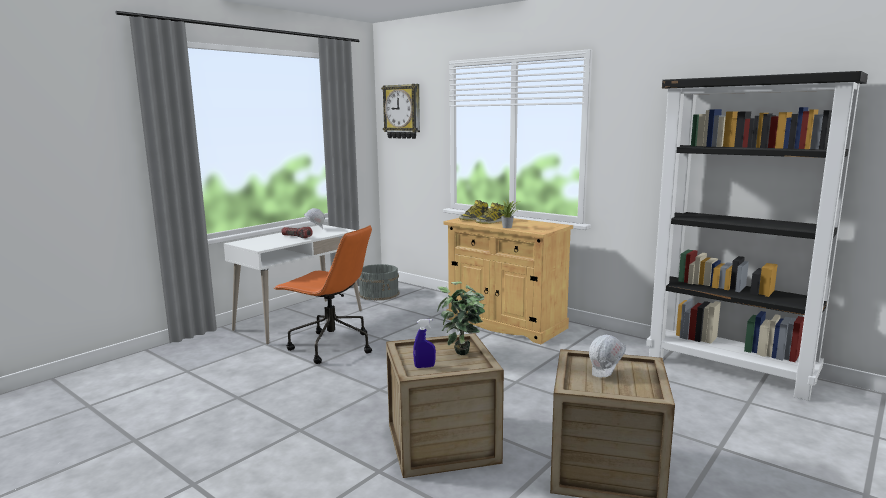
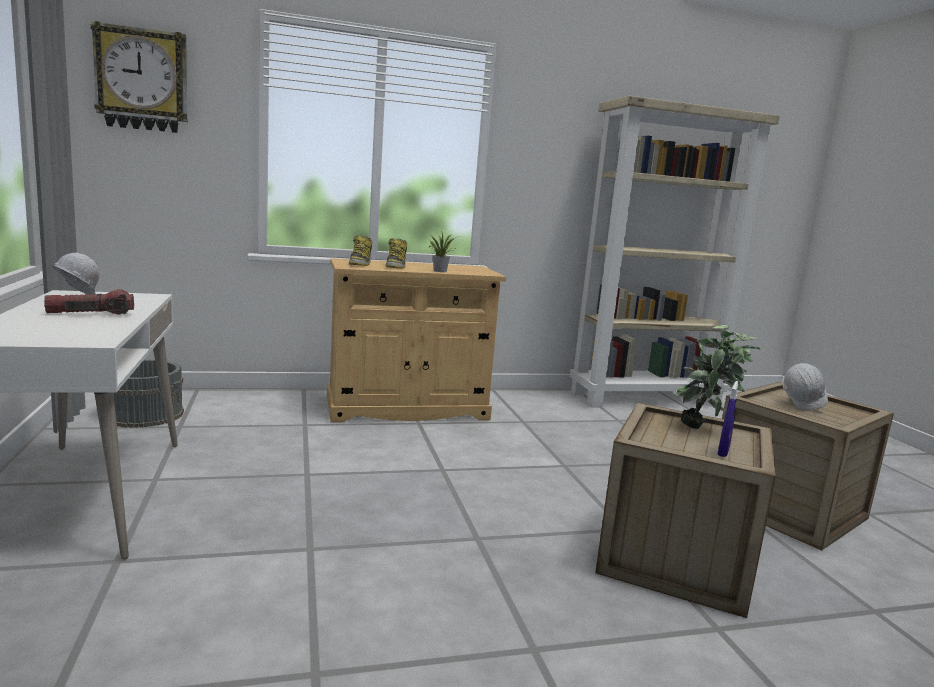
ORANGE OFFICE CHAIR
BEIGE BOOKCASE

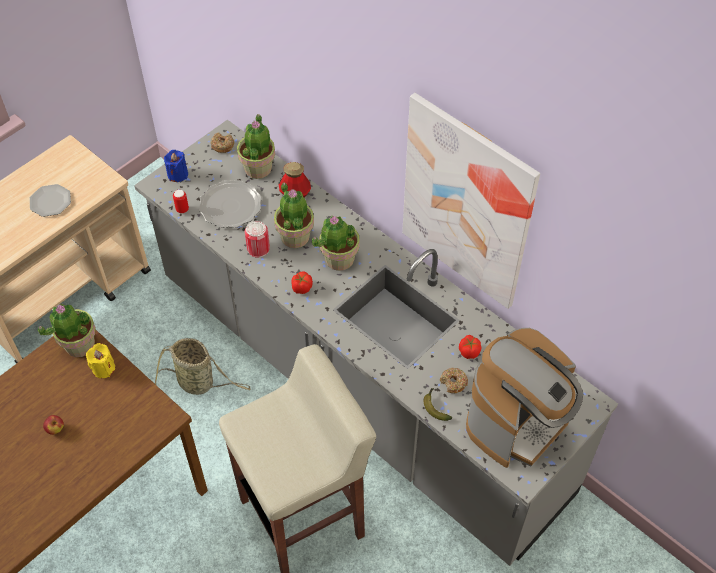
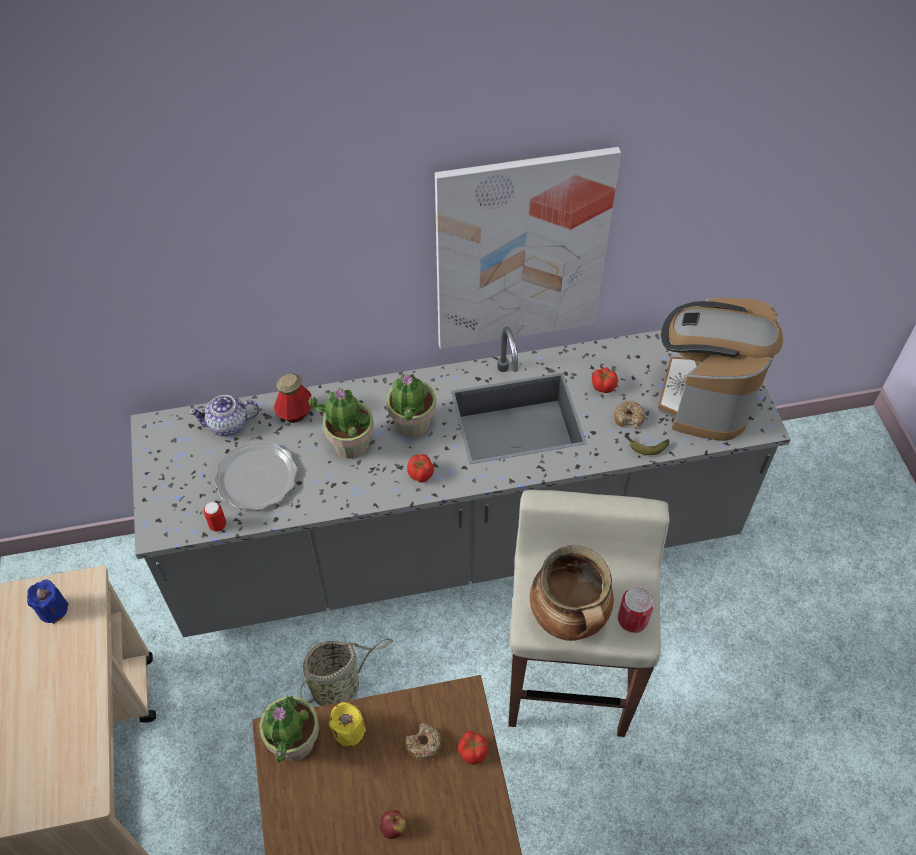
PLATE (1st from left in the first image)
BLUE CANDLE
DONUT (1st from left)
TEAPOT
CAN (2nd from left)
COFFEE MACHINE
TOMATO (2nd from left)
COOKING POT

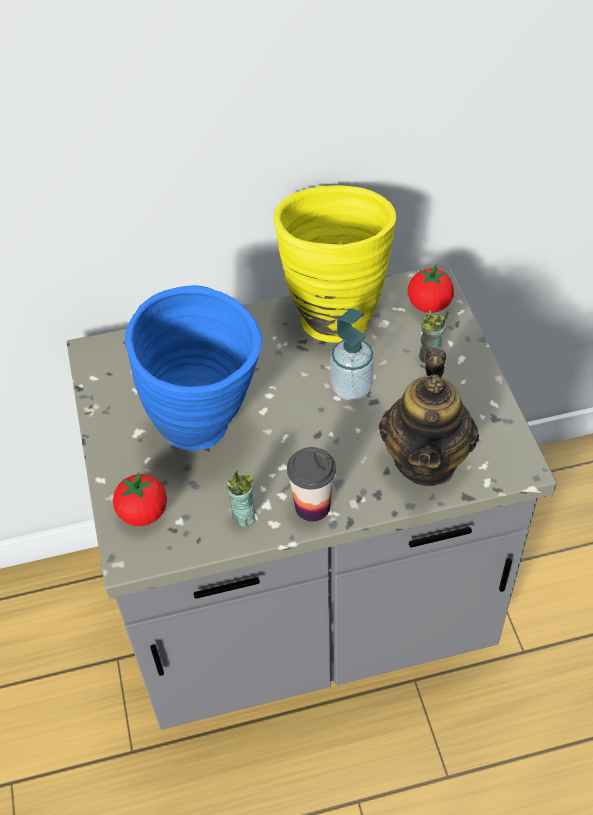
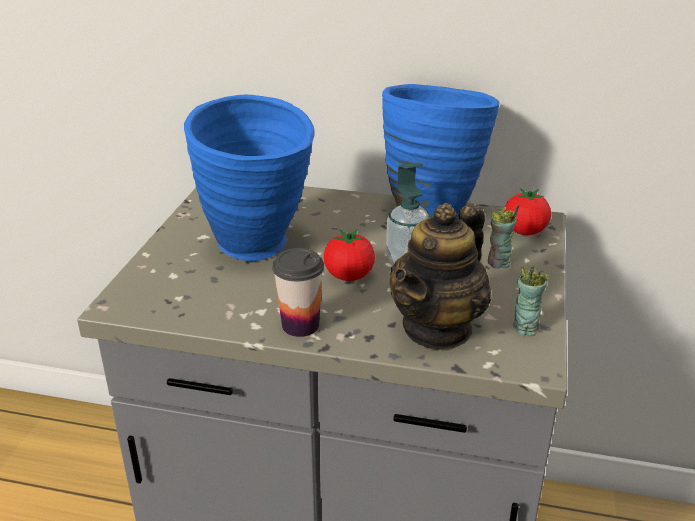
TOMATO (1st from left)
CUP (3rd from left)
BLUE VASE (2nd from left)

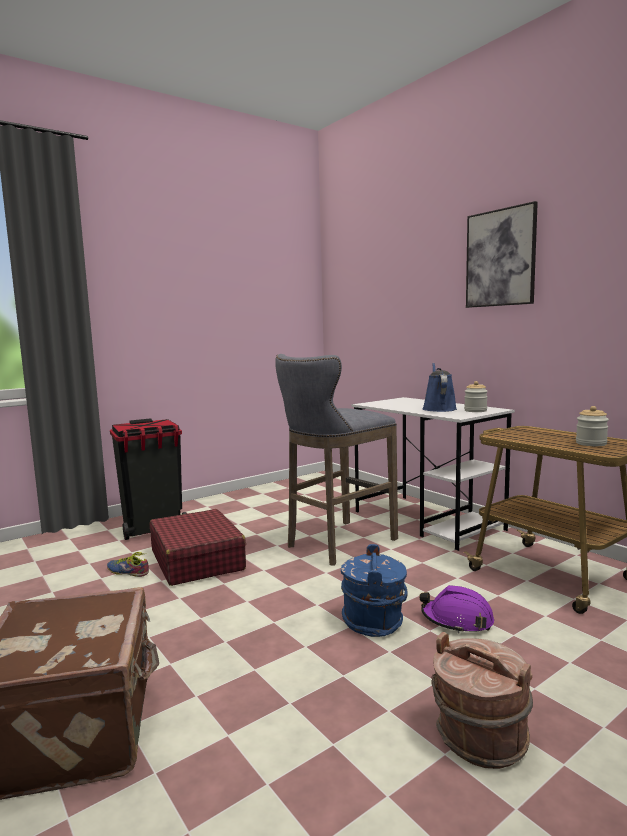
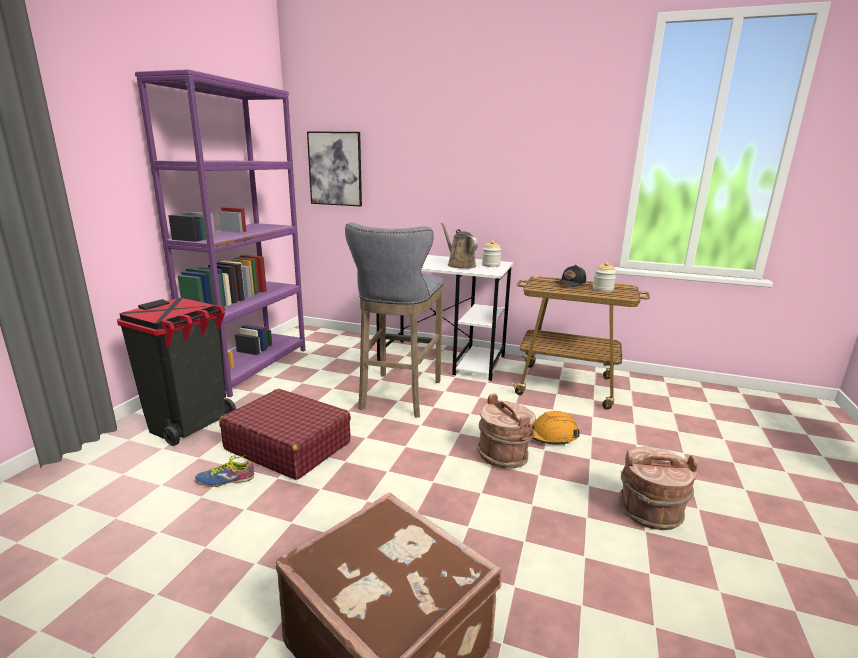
BROWN BUCKET (1st from left)
ORANGE HARD HAT
BROWN WATERING CAN
PICTURE
PURPLE BOOKCASE
BLACK CAP

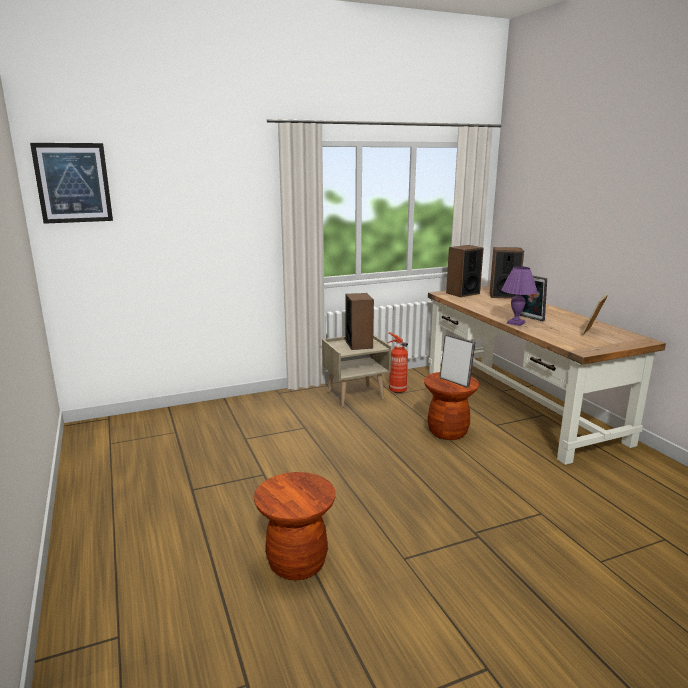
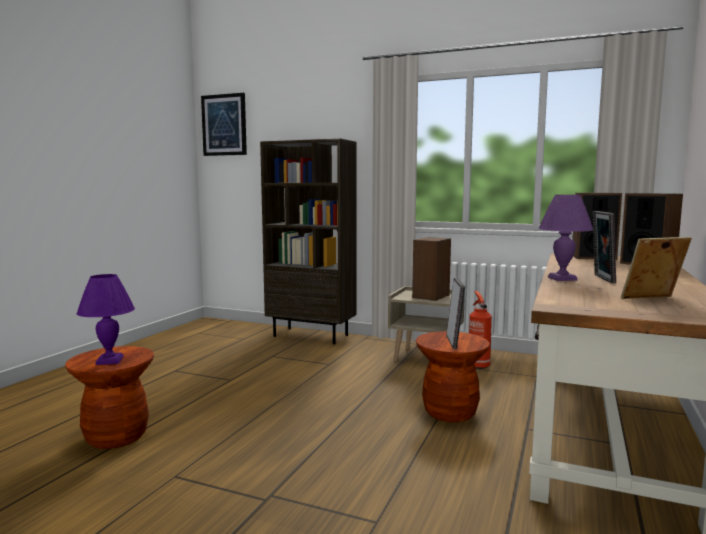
PURPLE TABLE LAMP (1st from left)
BROWN BOOKCASE

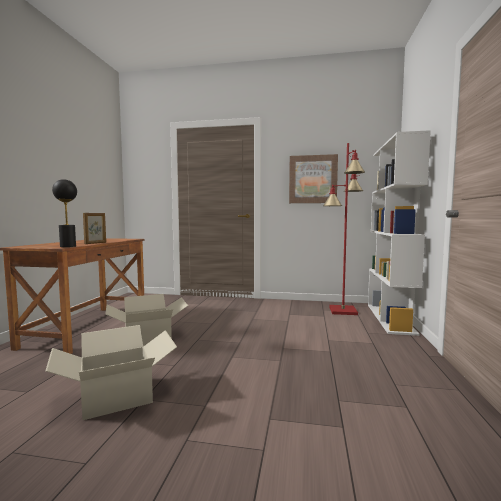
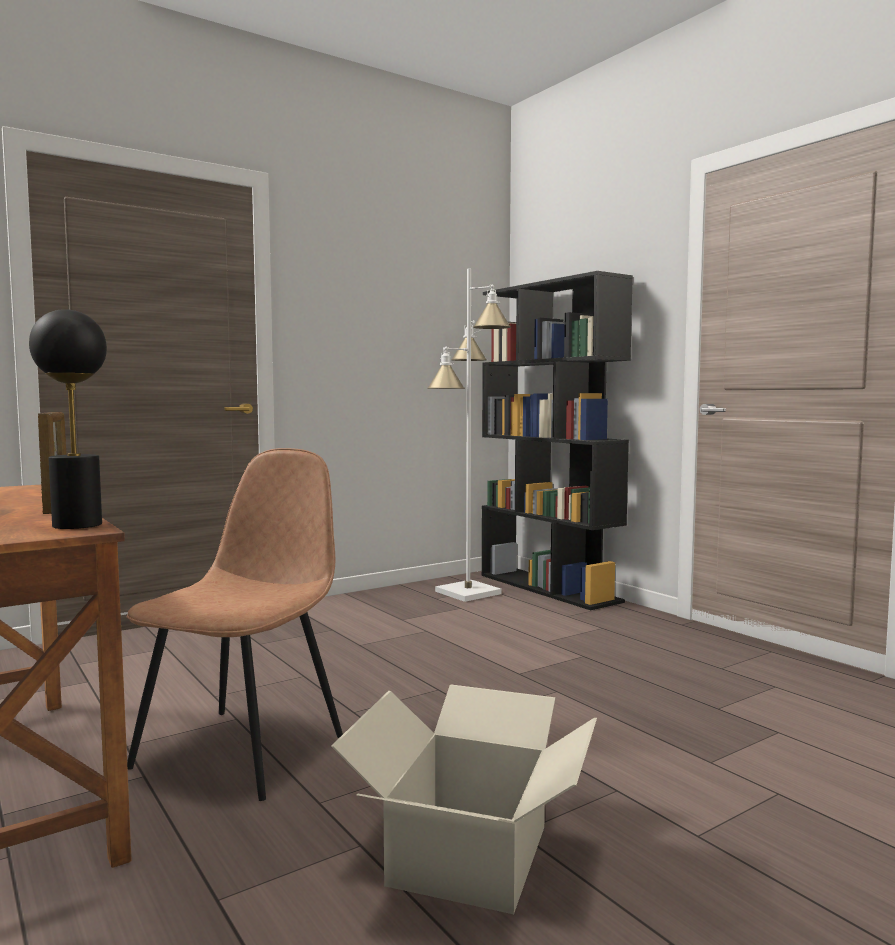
BROWN CHAIR
PICTURE
WHITE FLOOR LAMP
BLACK BOOKCASE

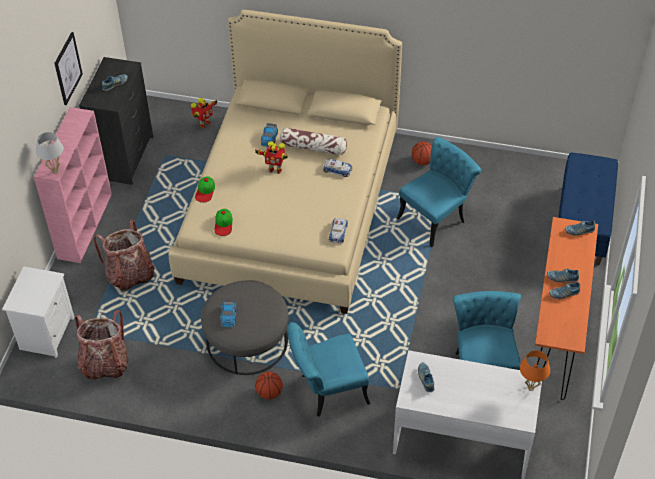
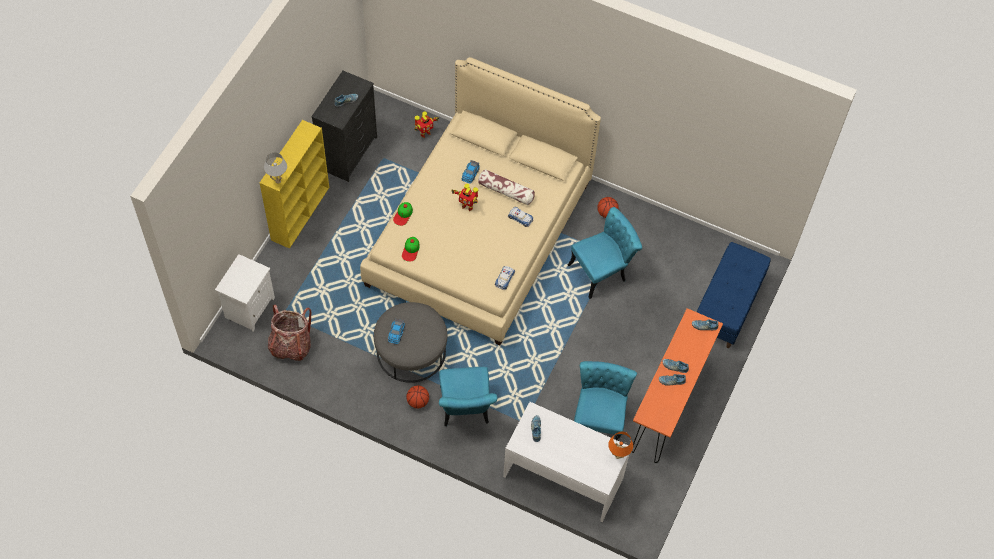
YELLOW BOOKCASE
PICTURE
BACKPACK (2nd from left in the first image)
TURQUOISE CHAIR (1st from left)

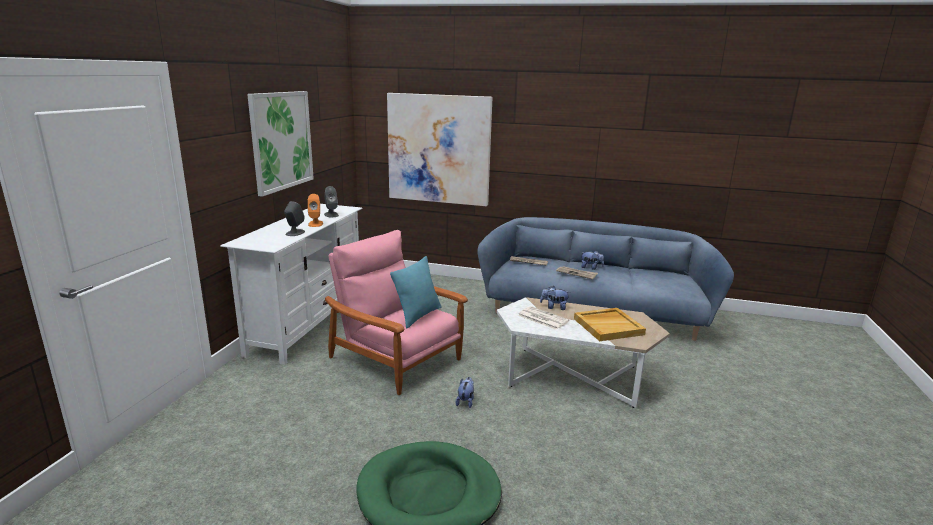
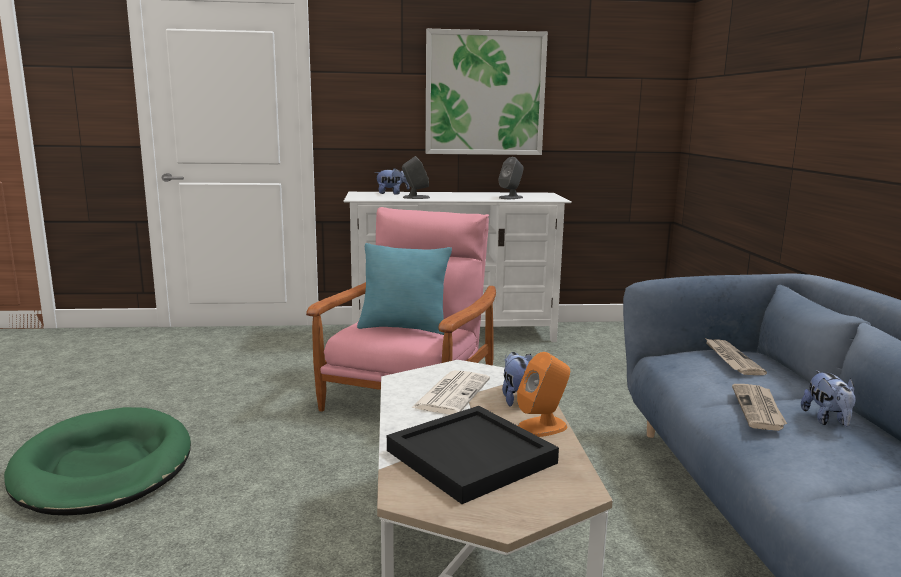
ORANGE SPEAKER
PICTURE (2nd from left in the first image)
PLUSH TOY (1st from left)
BLACK TRAY

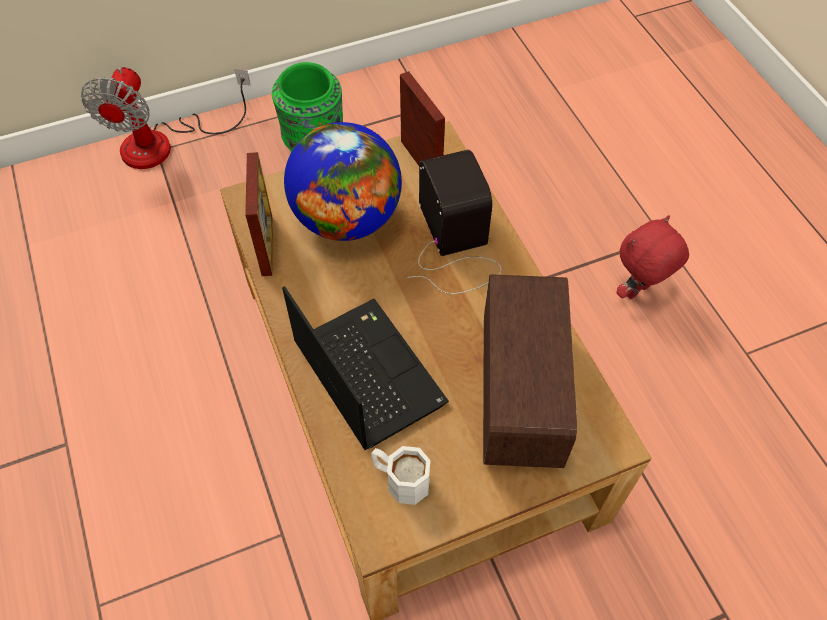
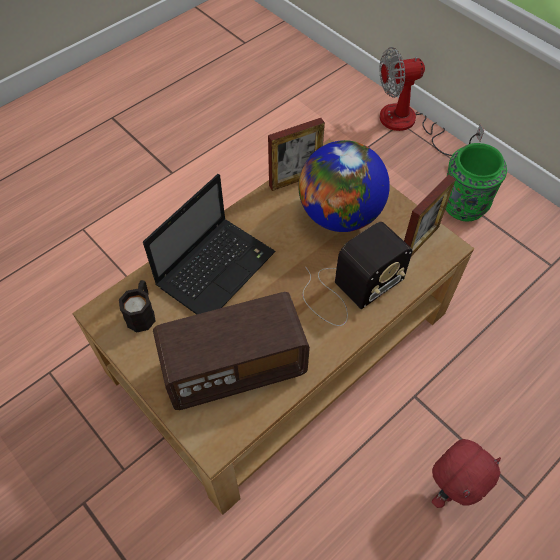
BLACK MUG
RED PLUSH TOY

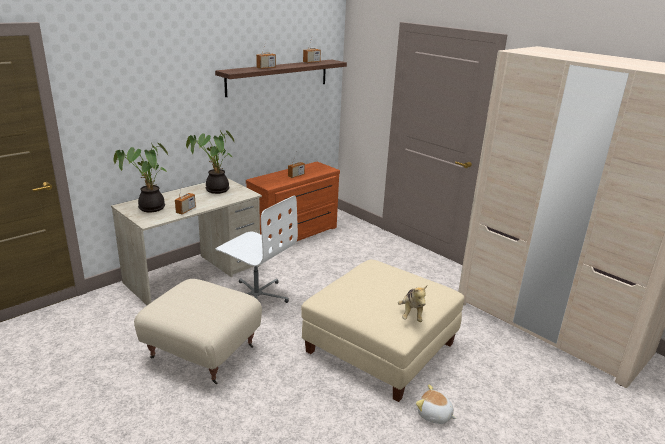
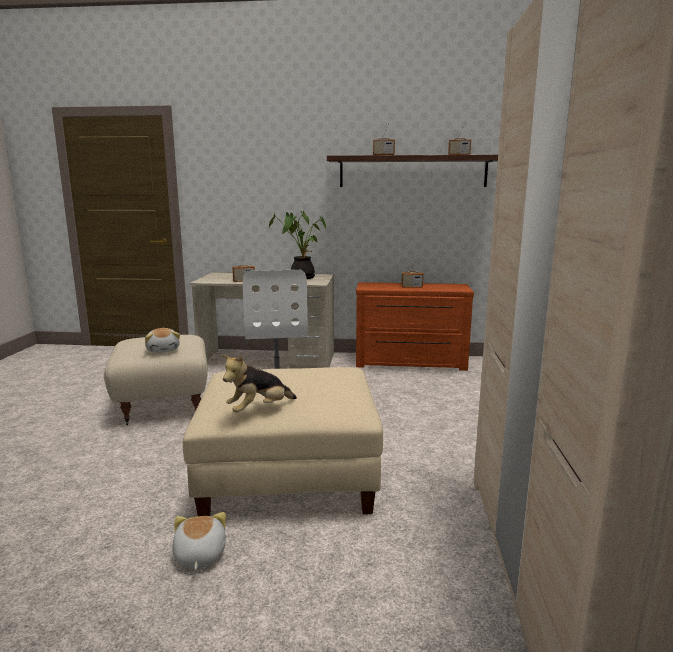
POTTED PLANT (1st from left in the first image)
PLUSH TOY (1st from left)

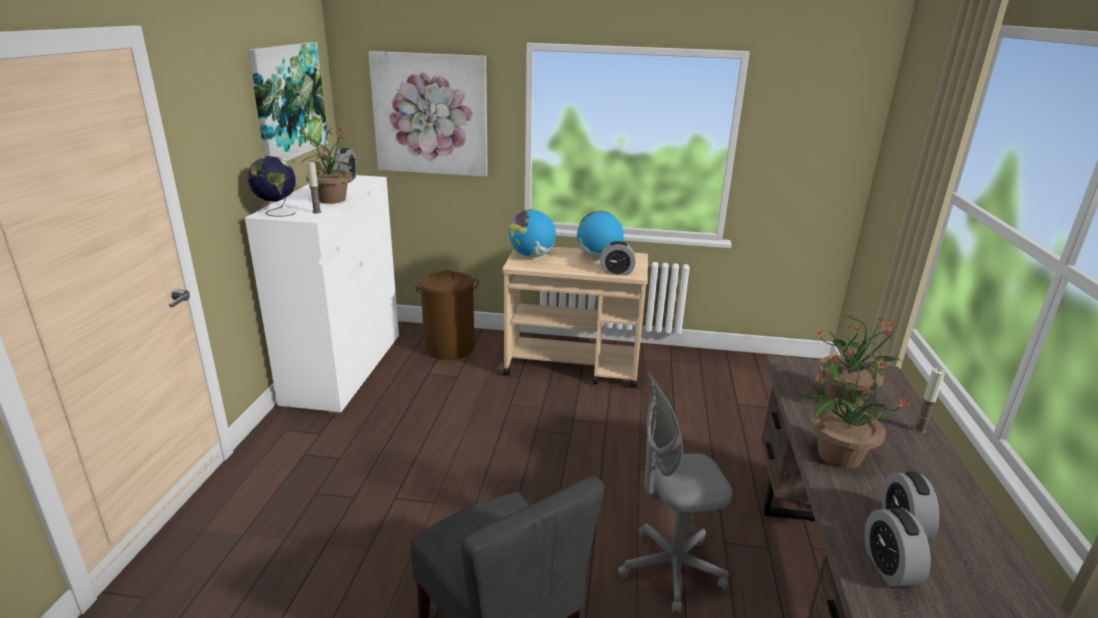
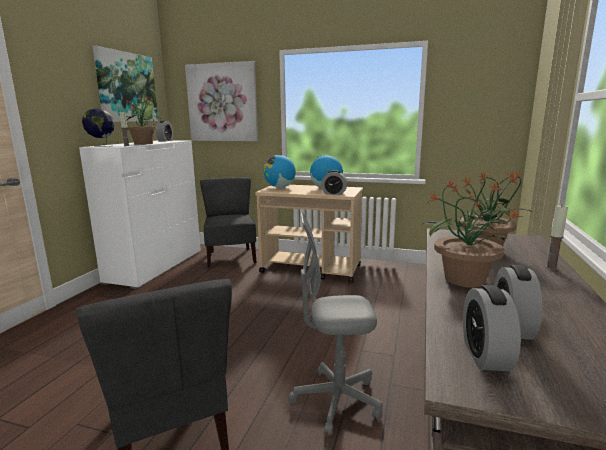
GREY CHAIR (2nd from left)

